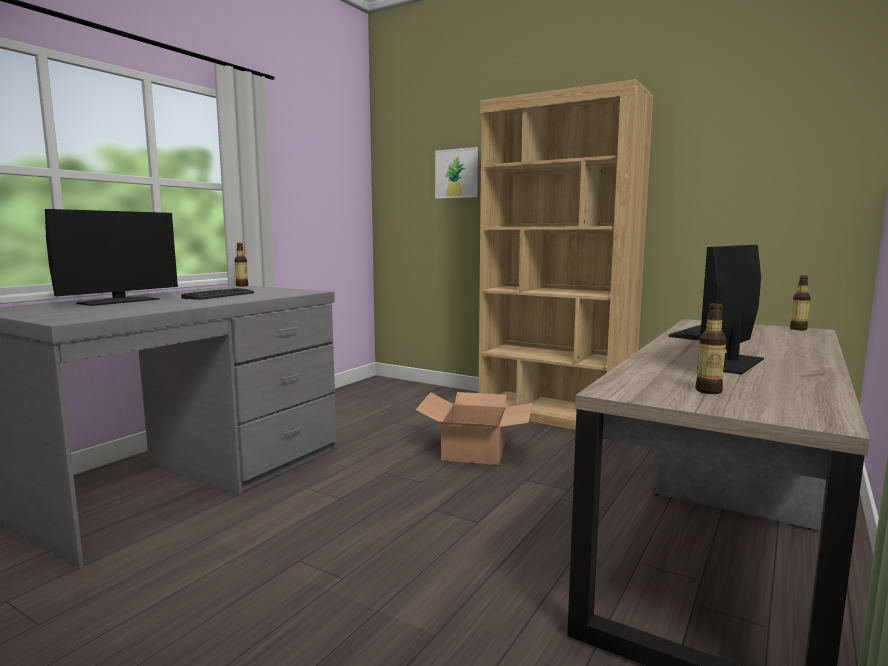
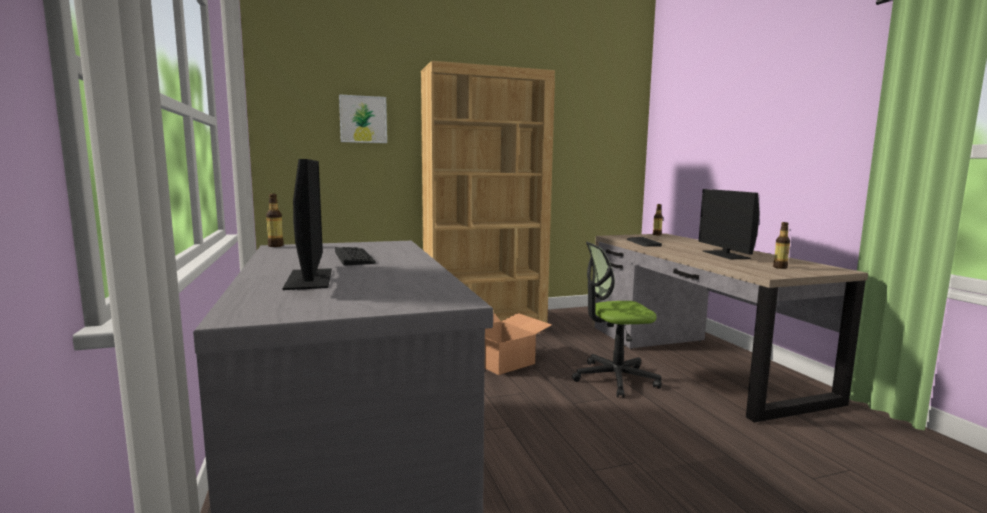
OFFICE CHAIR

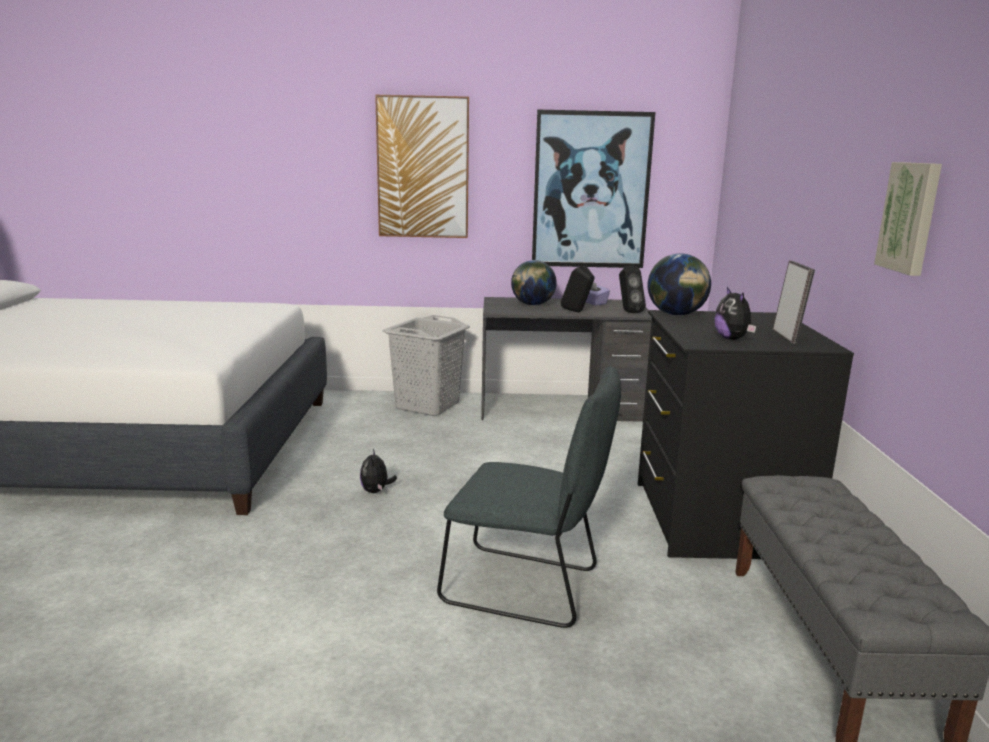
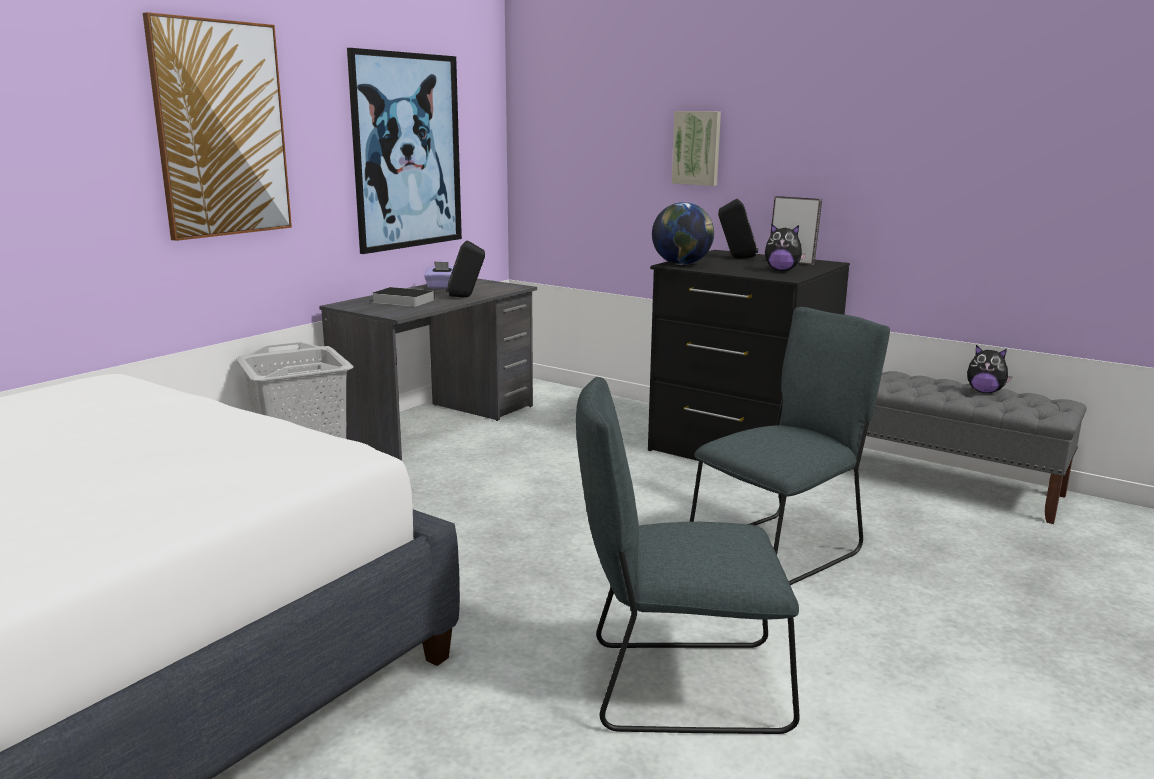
PLUSH TOY (2nd from left)
BOOK
BLACK SPEAKER (2nd from left)
PICTURE (3rd from left)
GREY CHAIR (1st from left)

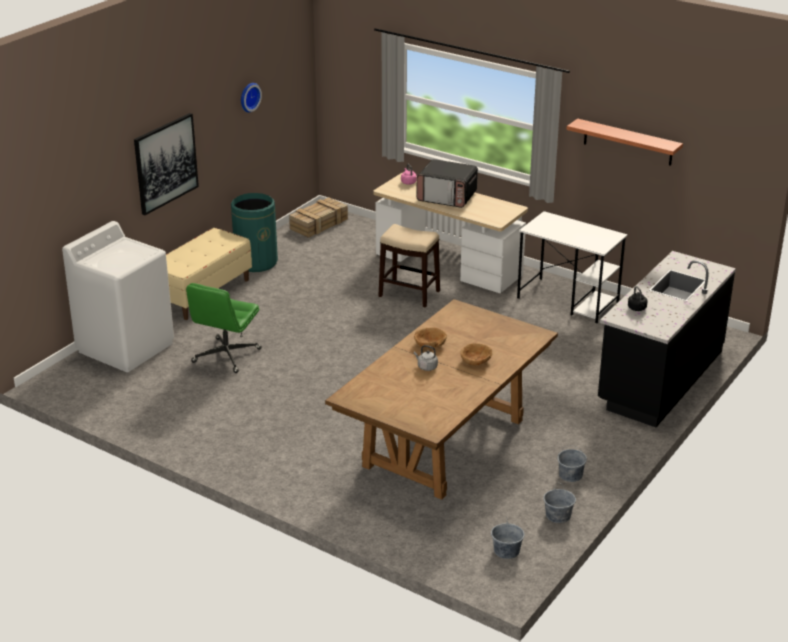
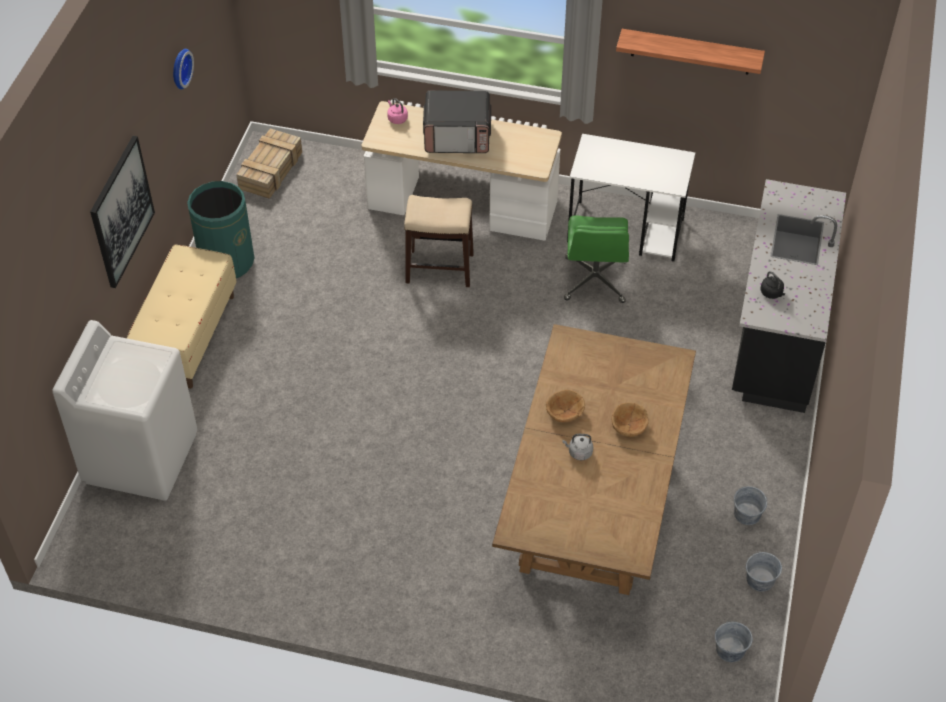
GREEN OFFICE CHAIR

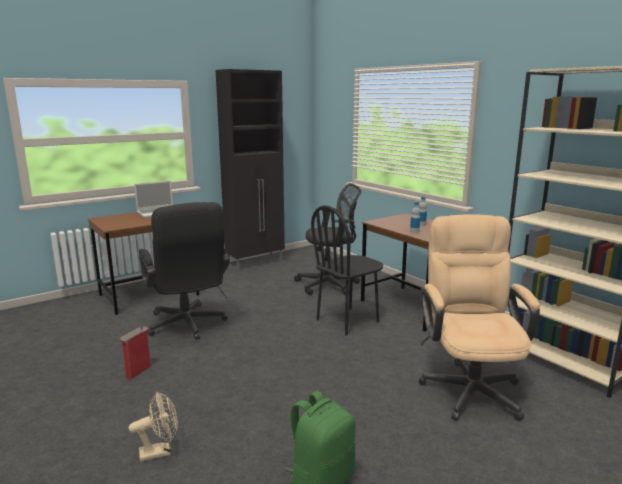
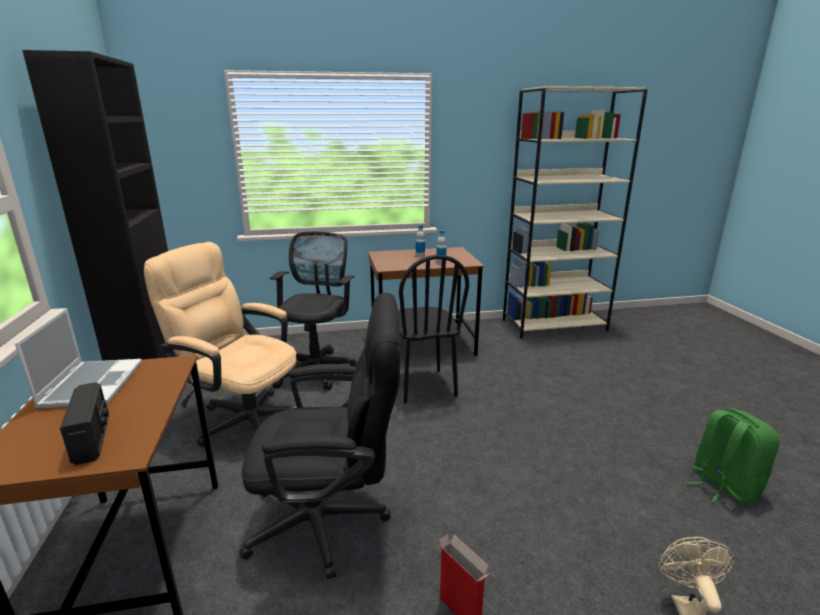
BEIGE OFFICE CHAIR
RADIO

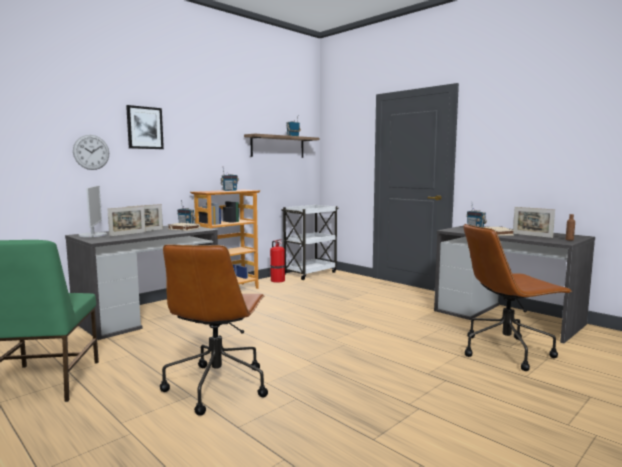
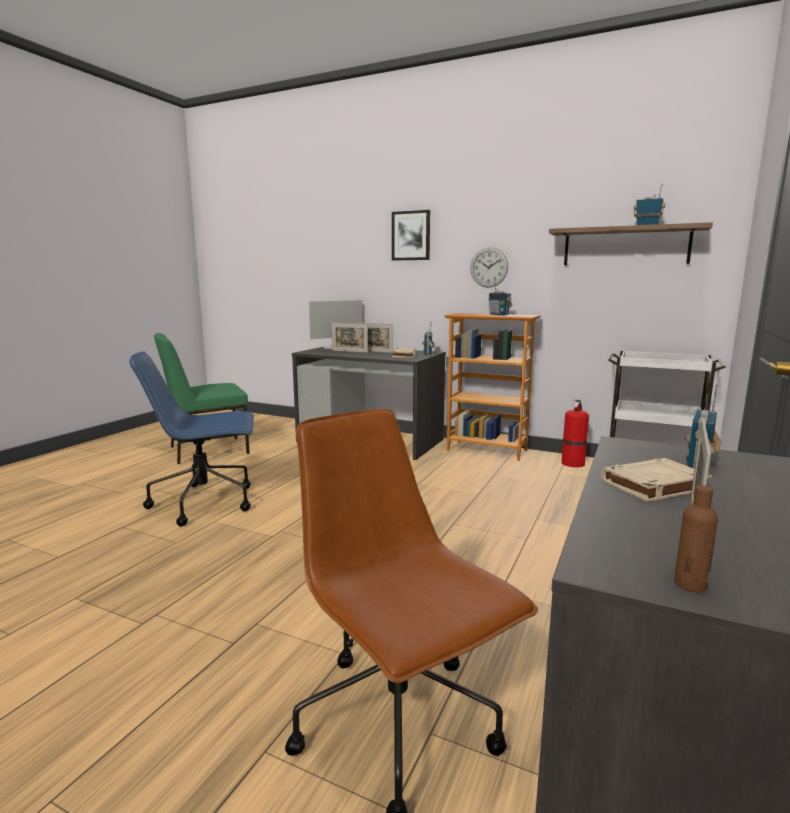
WALL CLOCK
BLUE OFFICE CHAIR

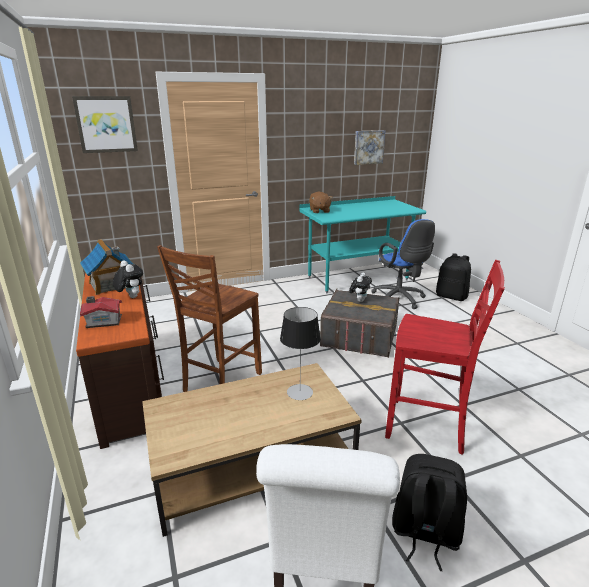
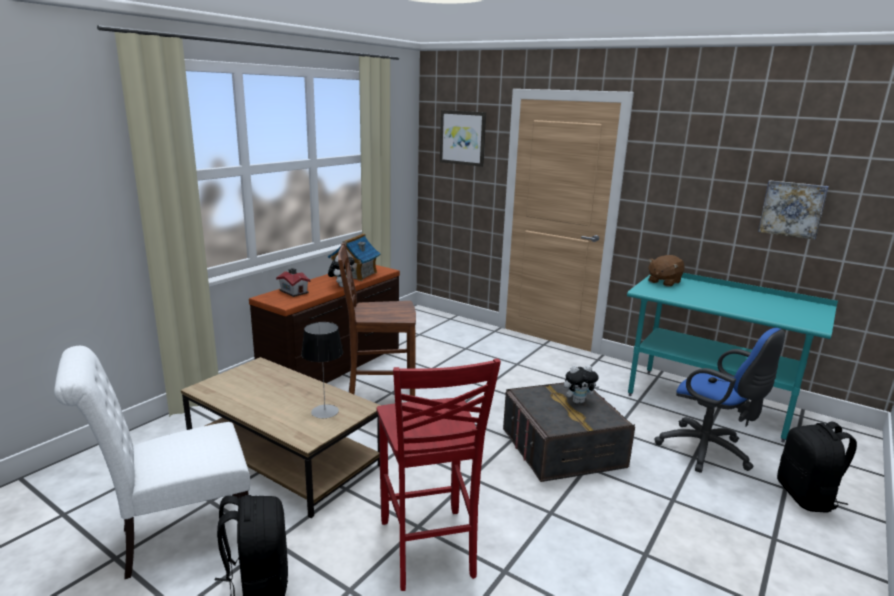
BLUE OFFICE CHAIR

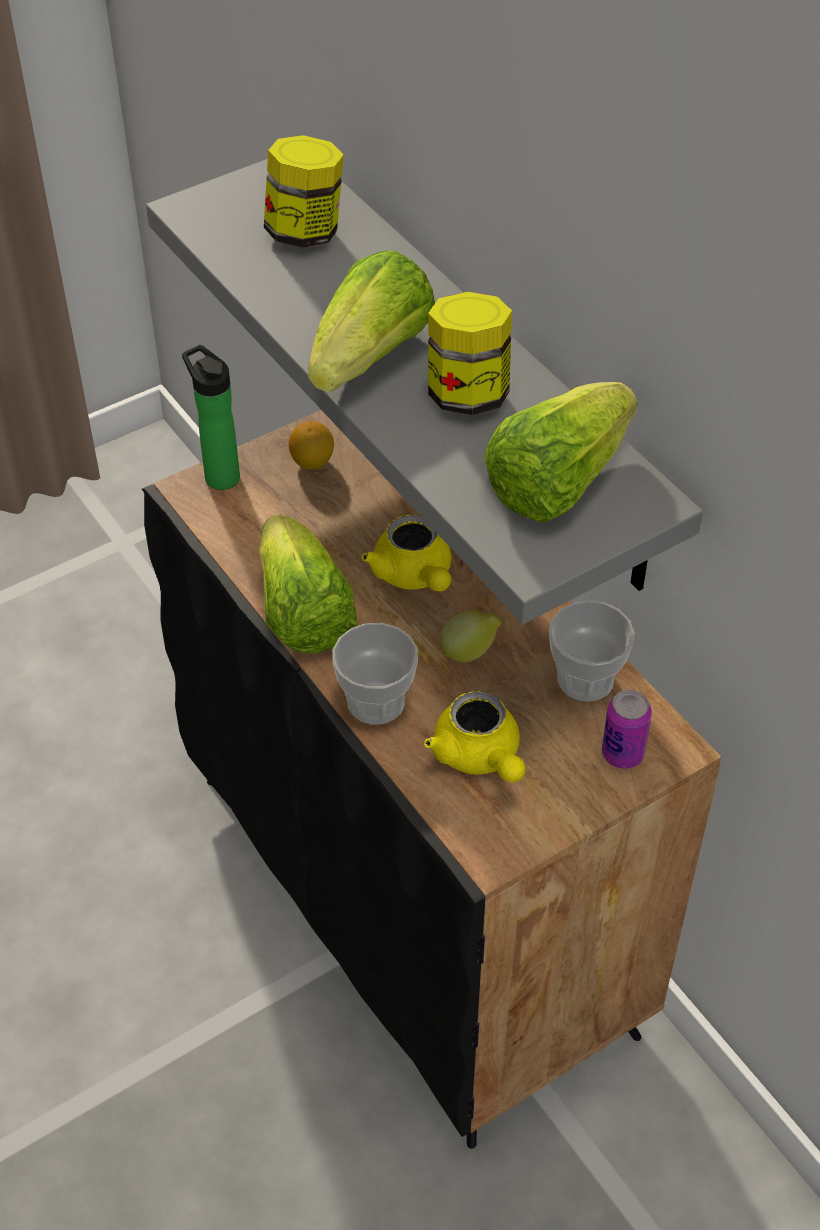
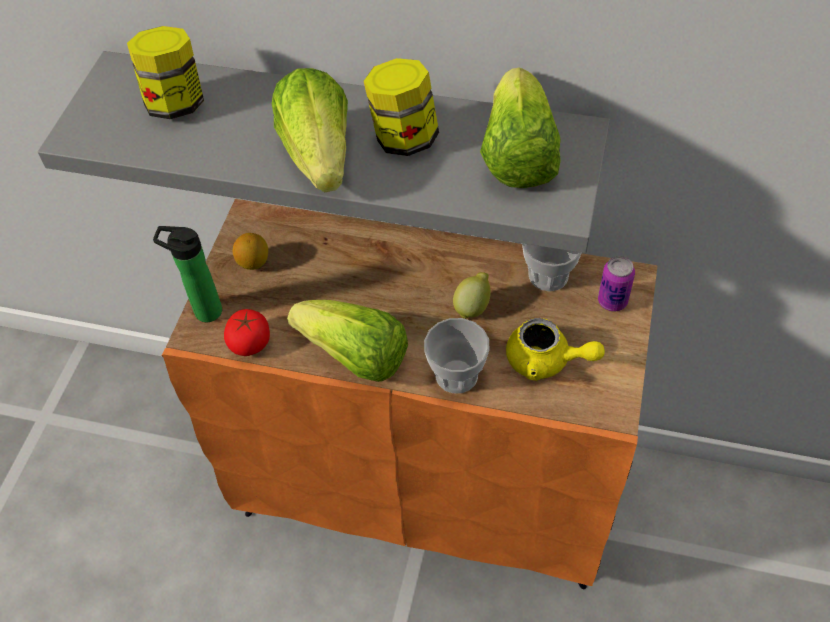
ORANGE CABINET
YELLOW TEAPOT (1st from left in the first image)
TOMATO

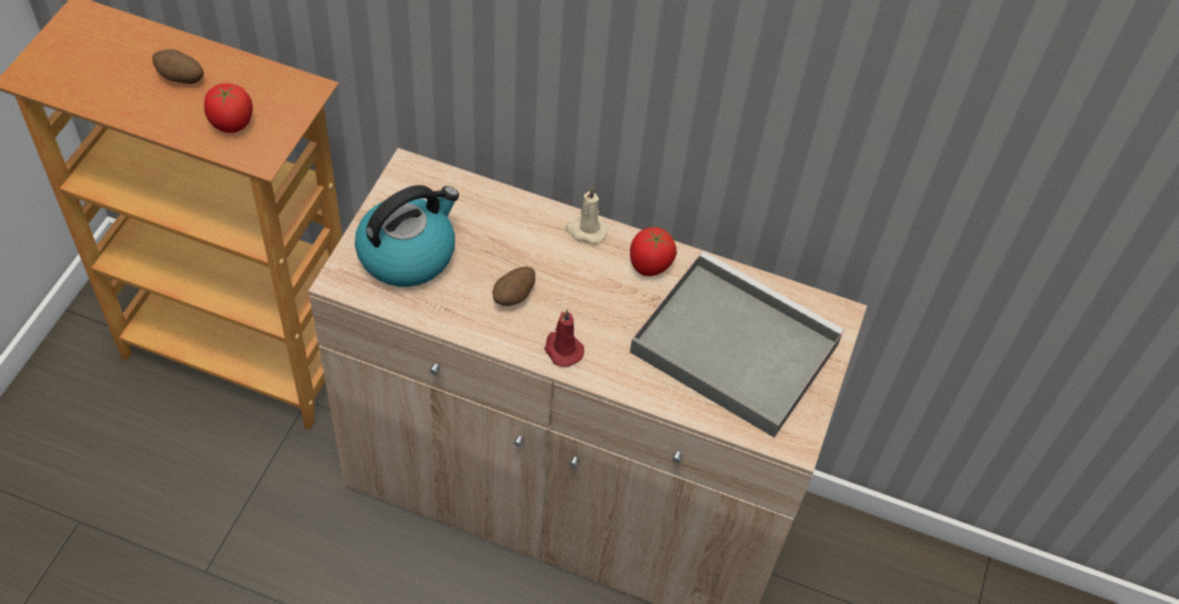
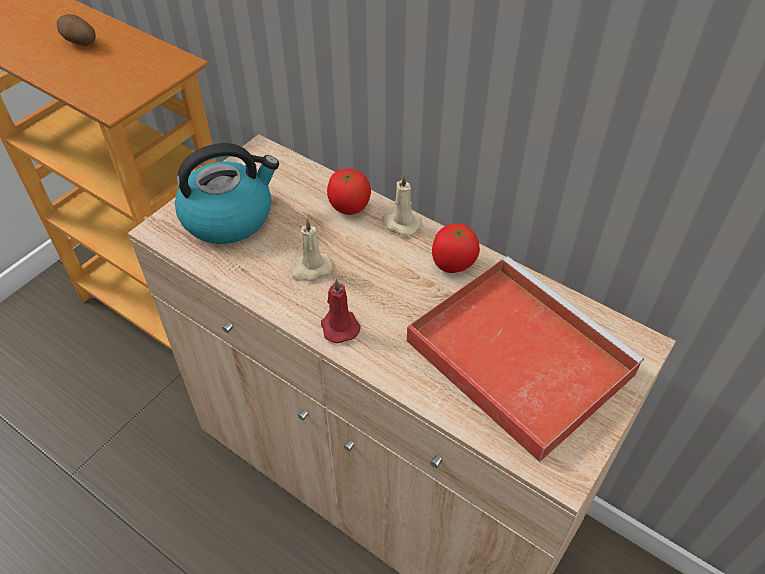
TOMATO (1st from left)
BEIGE CANDLE (1st from left)
RED TRAY

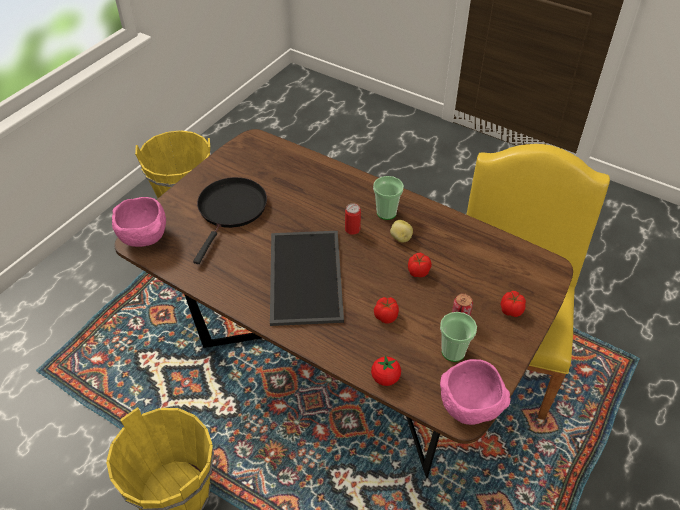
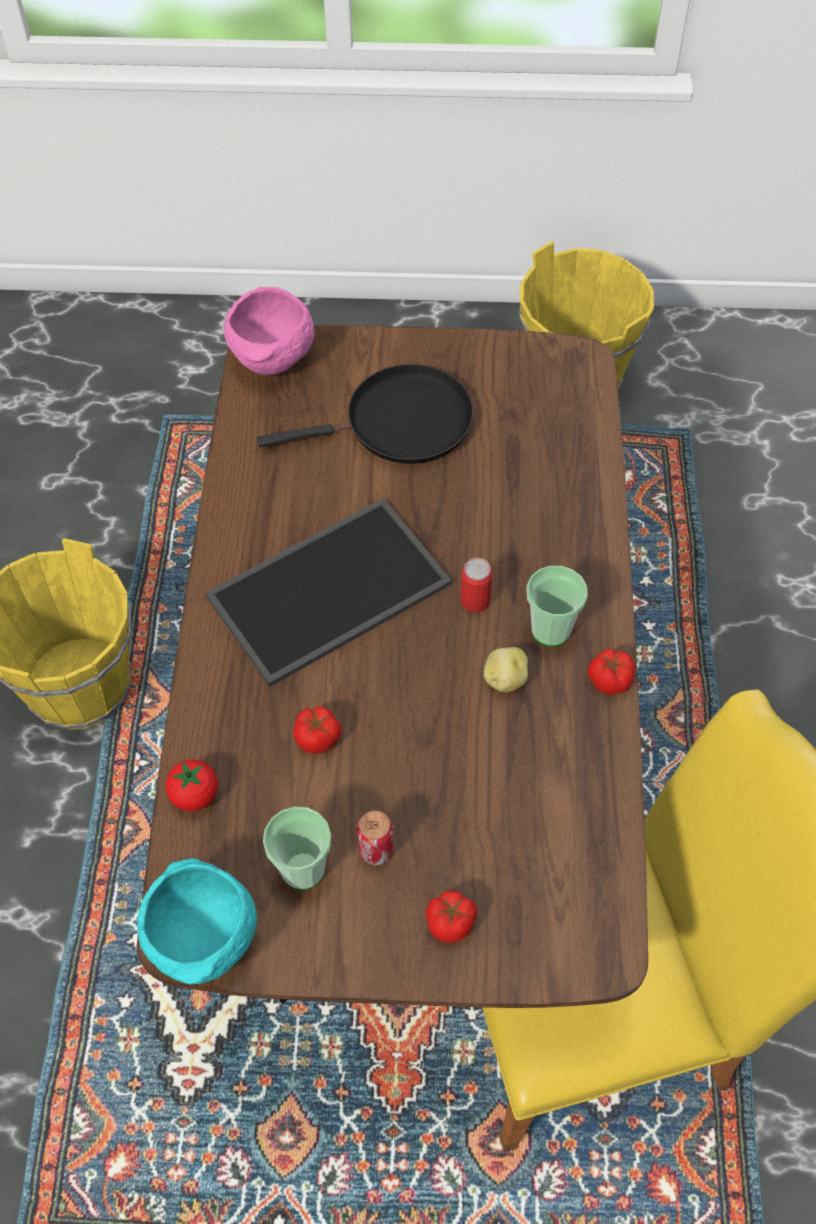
TOMATO (4th from left)
TURQUOISE BOWL

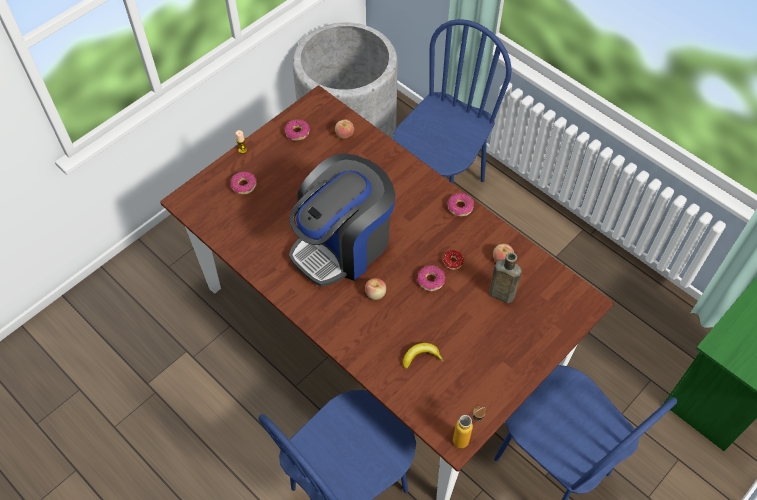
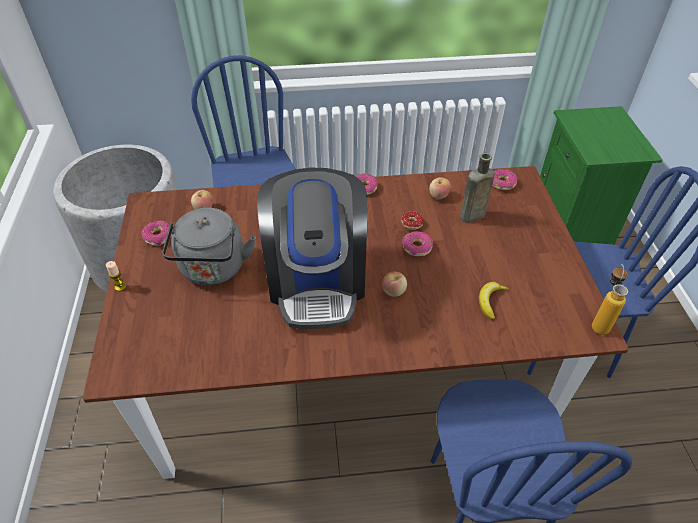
DONUT (5th from left)
GREY KETTLE

